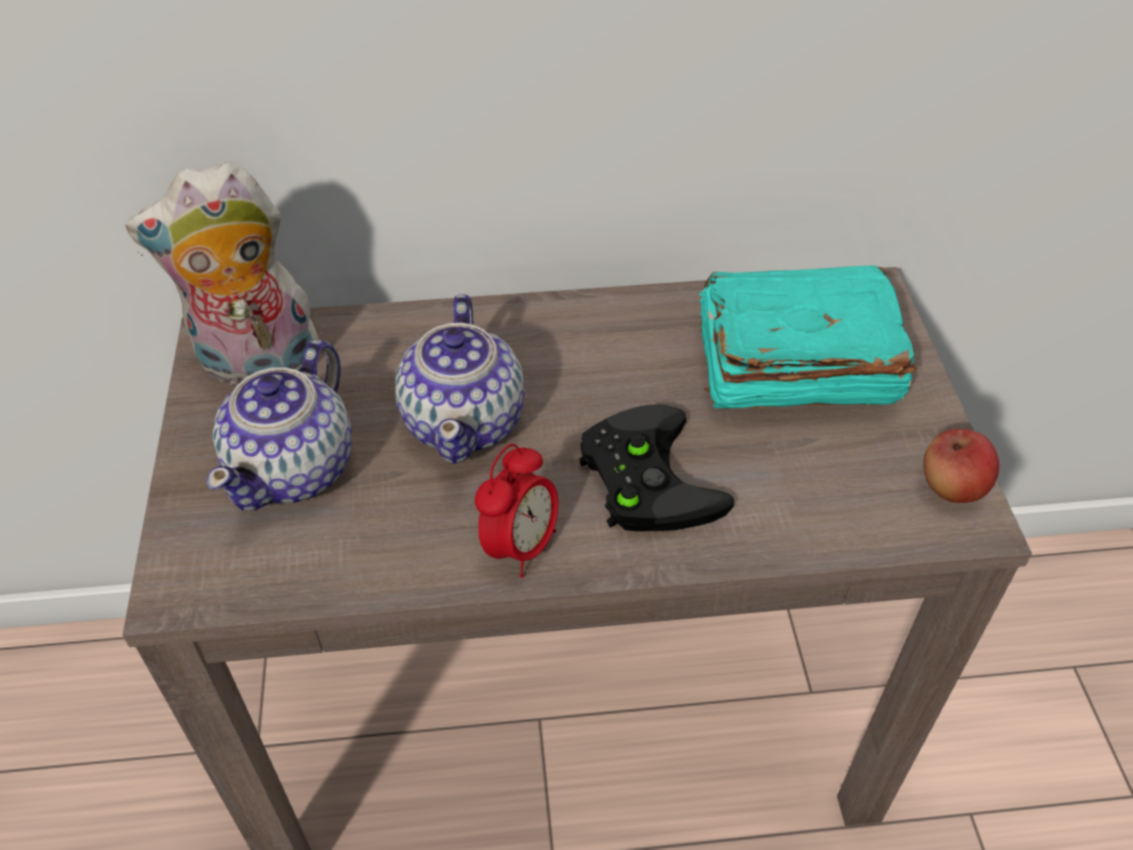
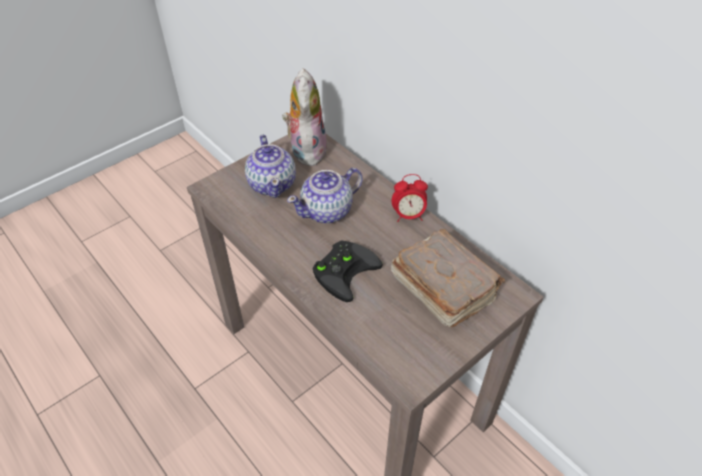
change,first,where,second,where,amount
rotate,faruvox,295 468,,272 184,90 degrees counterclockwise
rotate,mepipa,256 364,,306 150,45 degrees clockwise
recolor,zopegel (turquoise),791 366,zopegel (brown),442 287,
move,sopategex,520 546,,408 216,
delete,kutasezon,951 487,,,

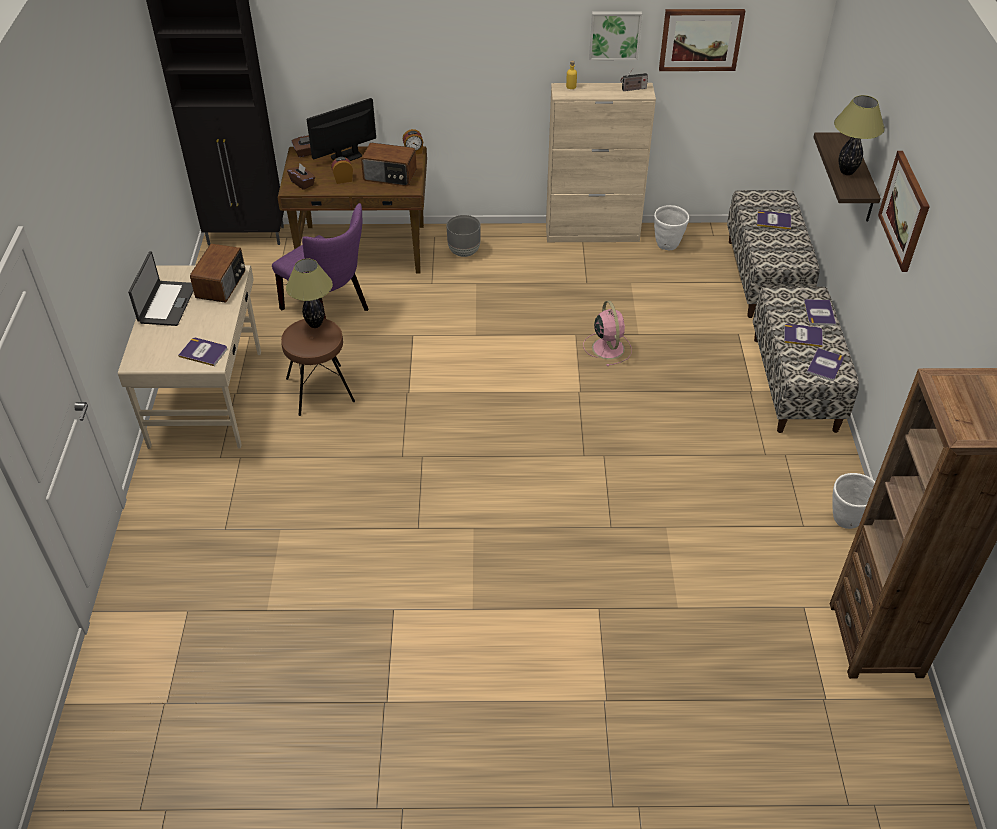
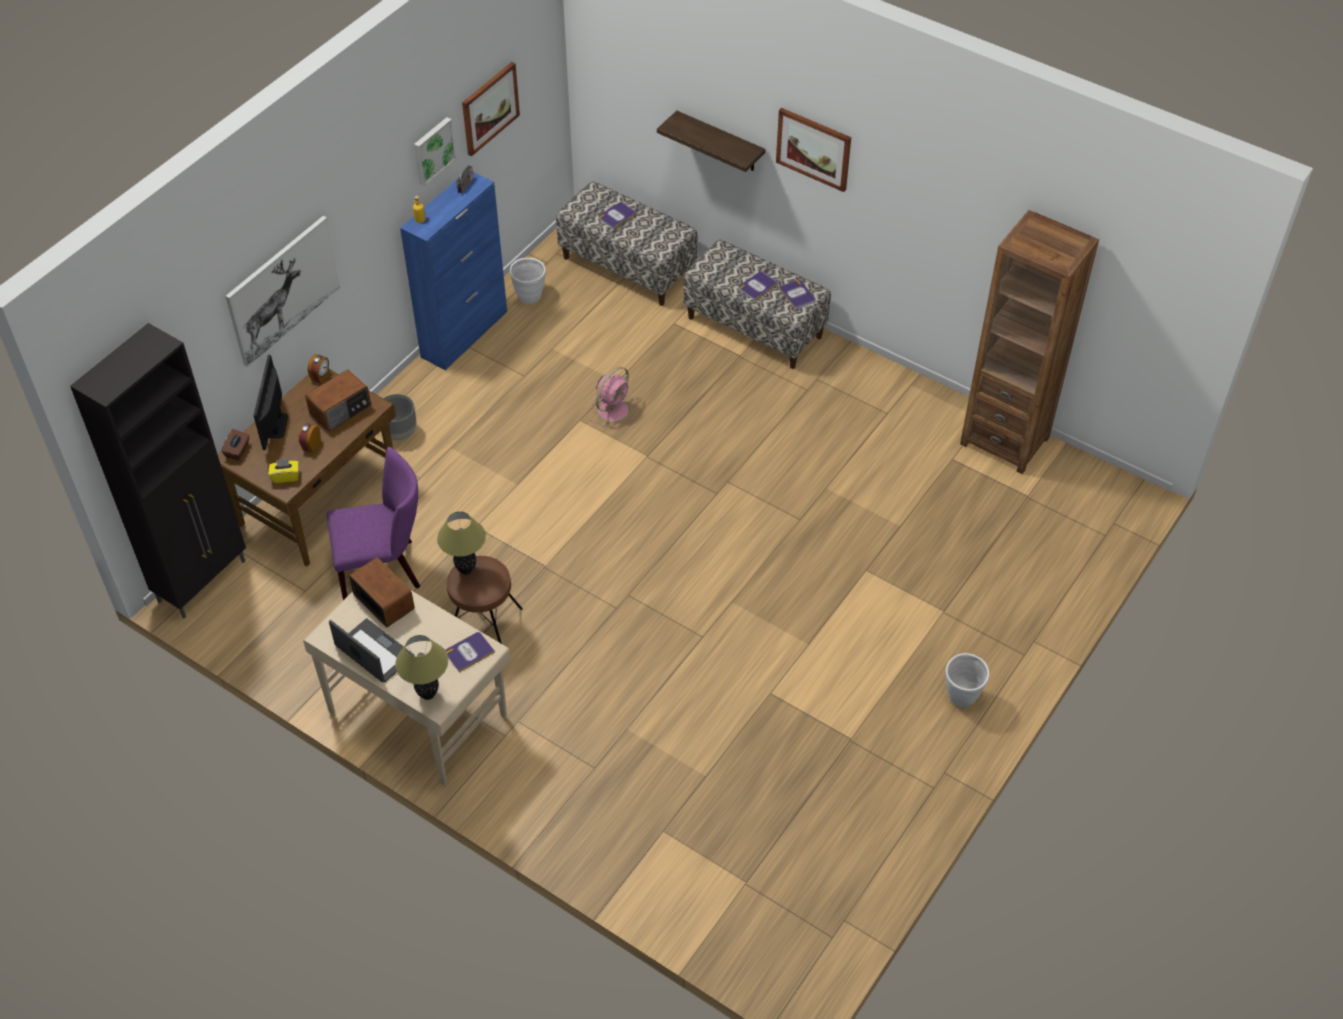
change,first,where,second,where,amount
insert,,,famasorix,283 290,
recolor,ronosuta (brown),302 183,ronosuta (yellow),286 476,
move,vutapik,846 172,,428 694,
recolor,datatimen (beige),593 233,datatimen (blue),465 334,
rotate,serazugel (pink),607 347,,614 409,105 degrees clockwise
move,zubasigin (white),846 519,,961 697,
delete,zopegel,819 313,,,

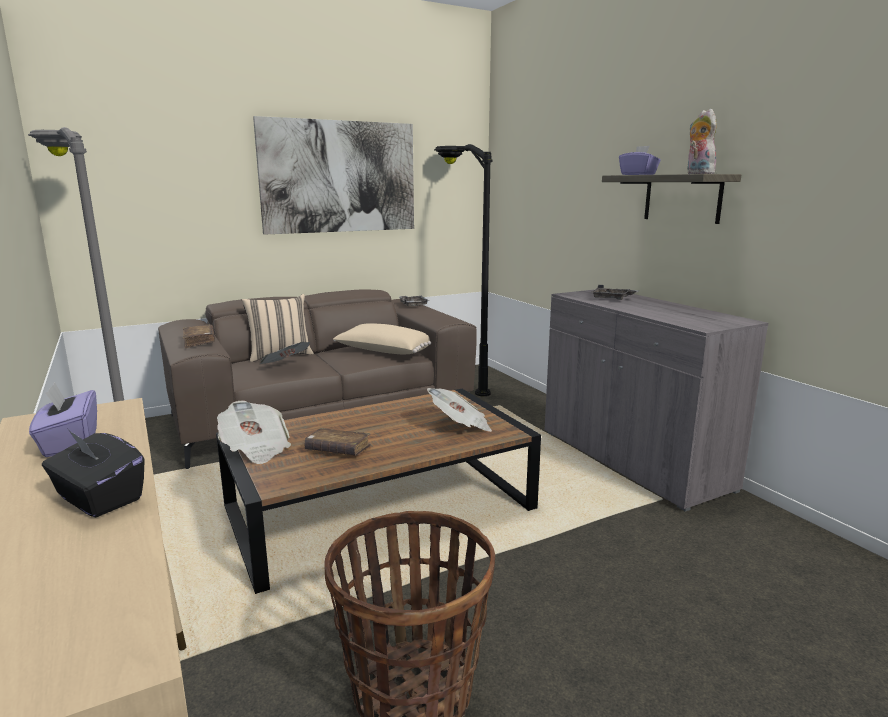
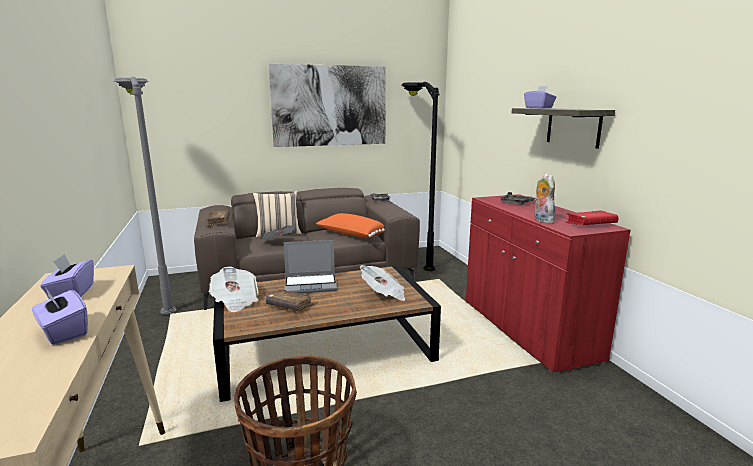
change,first,where,second,where,amount
recolor,ronosuta (black),98 498,ronosuta (purple),63 332,
insert,,,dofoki,311 284,
recolor,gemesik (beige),383 352,gemesik (orange),351 235,
recolor,datatimen (grey),632 459,datatimen (red),527 329,
move,mepipa,697 174,,541 220,
insert,,,zopegel (red),590 224,

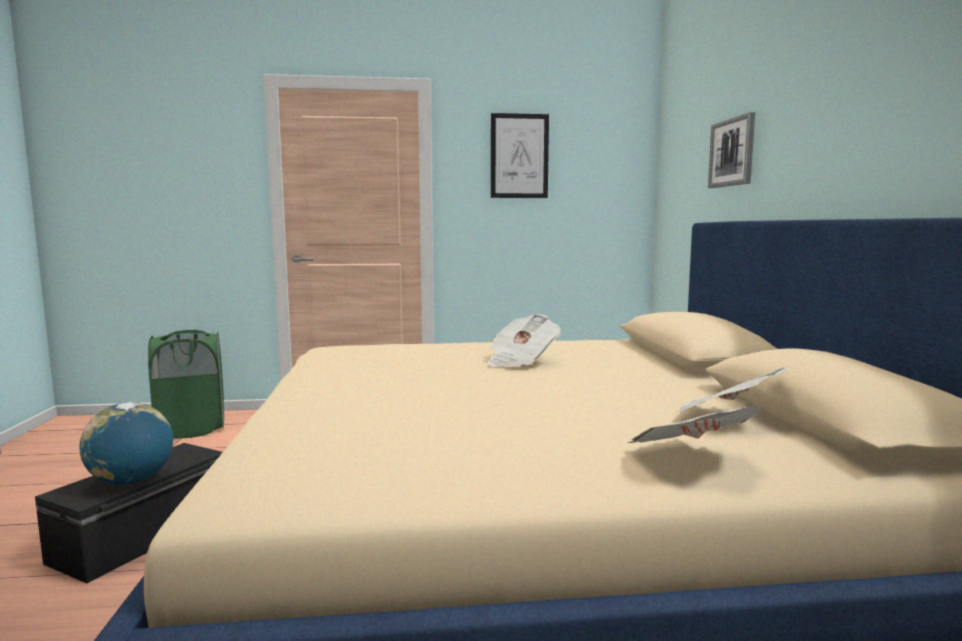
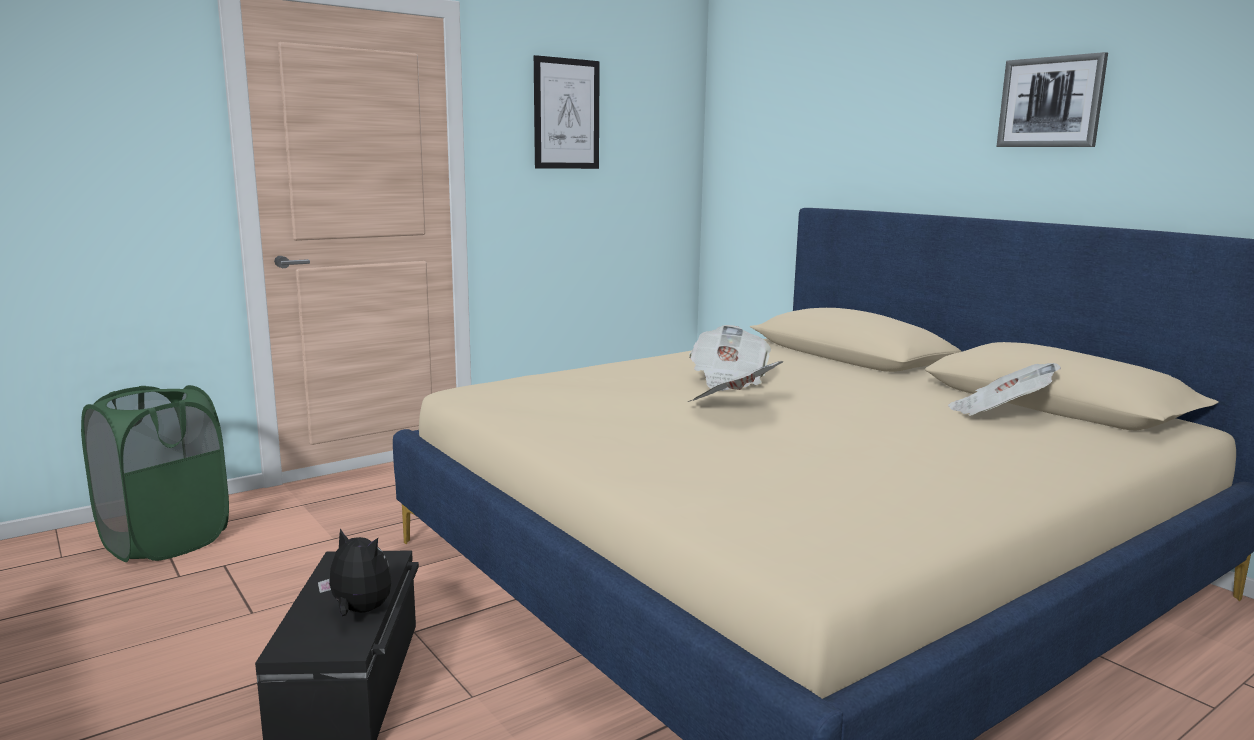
change,first,where,second,where,amount
replace,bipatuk,131 481,mepipa,359 611,
move,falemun,690 459,,733 406,
move,famasorix,732 152,,1051 102,

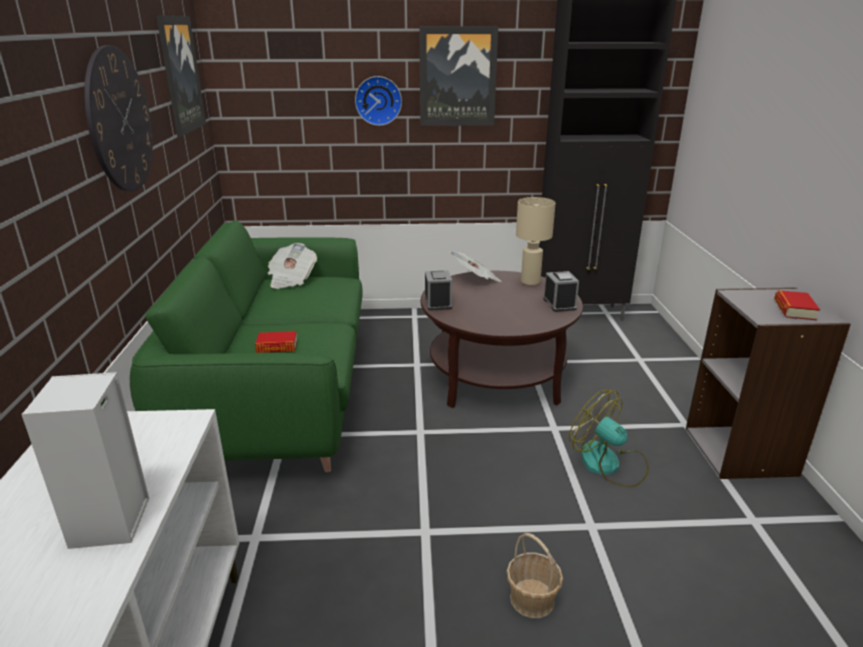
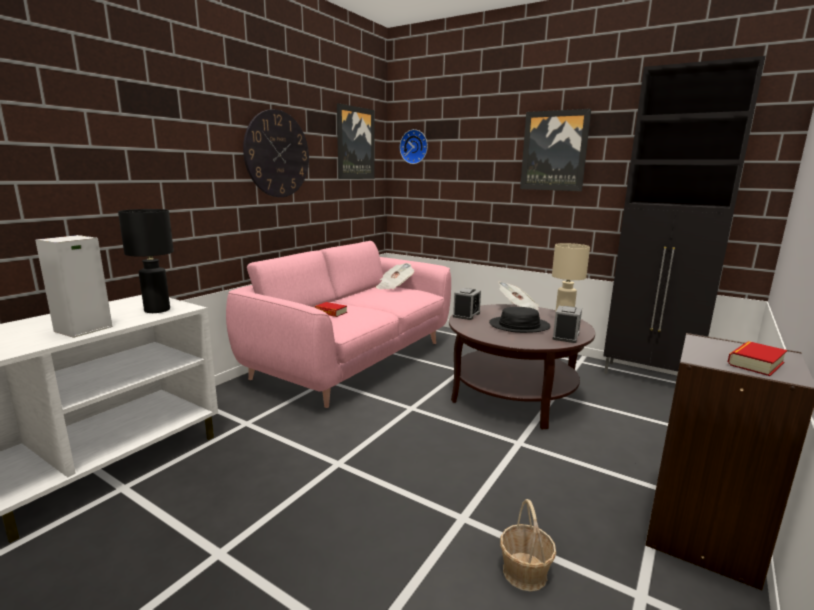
change,first,where,second,where,amount
insert,,,vutapik (black),158 310,
recolor,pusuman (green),279 394,pusuman (pink),352 360,
move,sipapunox,378 100,,414 147,
insert,,,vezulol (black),519 326,
move,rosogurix,532 599,,524 573,
delete,serazugel,609 465,,,

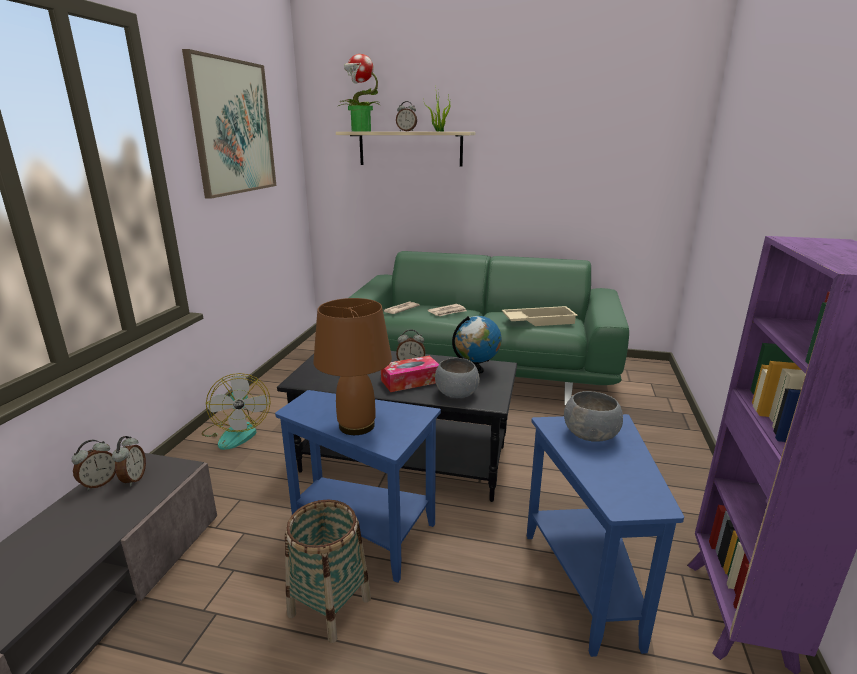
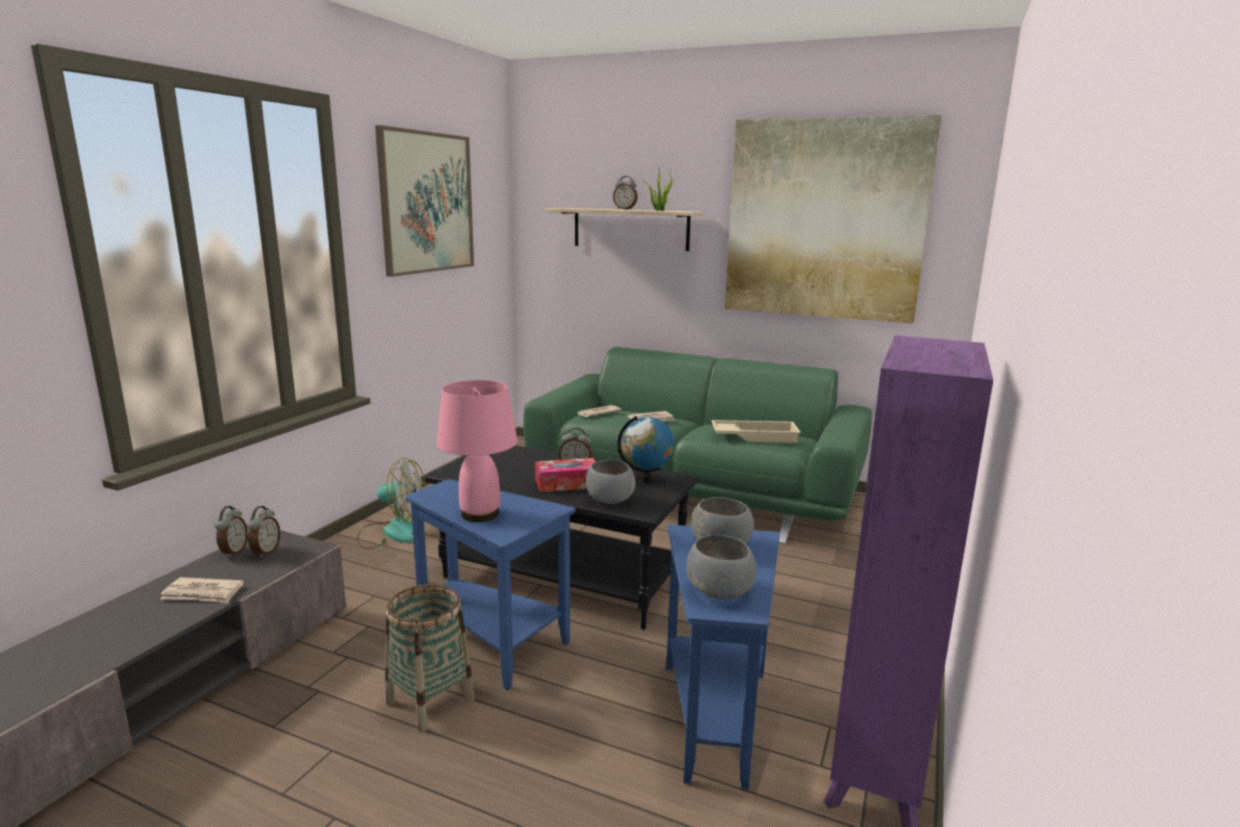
change,first,where,second,where,amount
insert,,,falemun,203 593,
rotate,sopategex,99 483,,233 552,45 degrees counterclockwise
rotate,serazugel,237 432,,392 532,75 degrees counterclockwise
recolor,vutapik (brown),357 426,vutapik (pink),480 514,
insert,,,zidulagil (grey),720 592,
insert,,,famasorix,824 220,
delete,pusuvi,360 131,,,

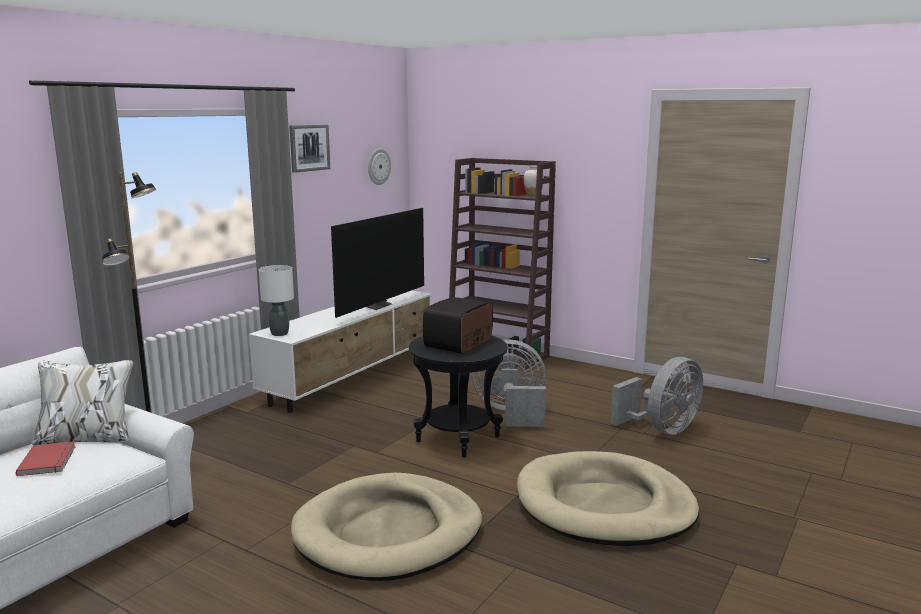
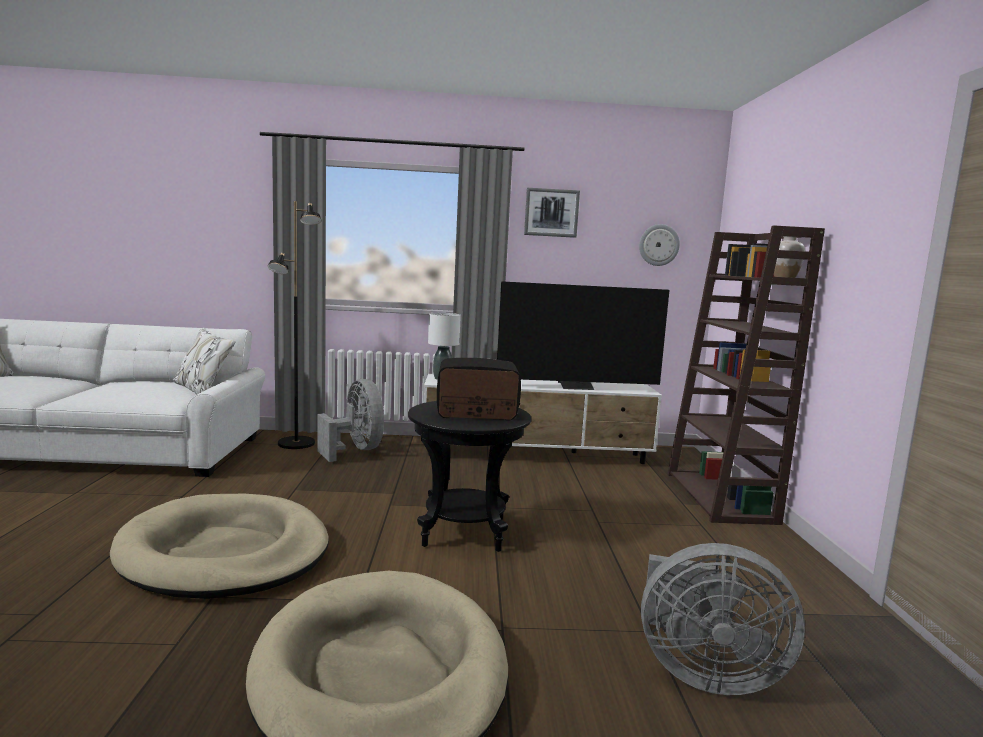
change,first,where,second,where,amount
move,serazugel (grey),511 413,,355 450,
delete,zopegel (red),49 460,,,

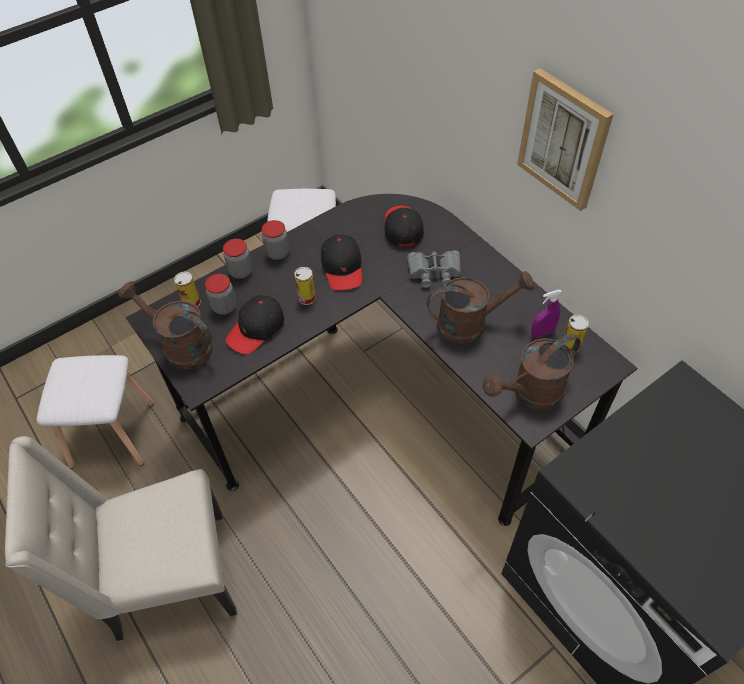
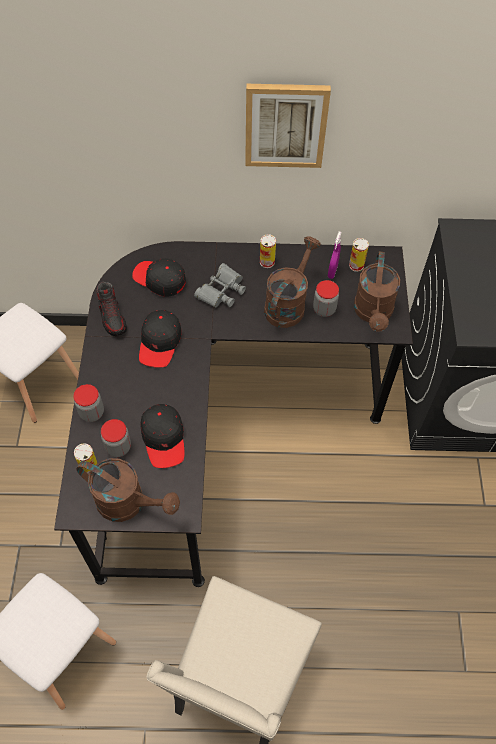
change,first,where,second,where,amount
rotate,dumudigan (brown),180 346,,129 503,135 degrees counterclockwise
insert,,,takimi,112 317,
rotate,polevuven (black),343 268,,160 342,75 degrees clockwise
move,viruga,307 298,,267 262,
move,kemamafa,277 253,,324 309,

